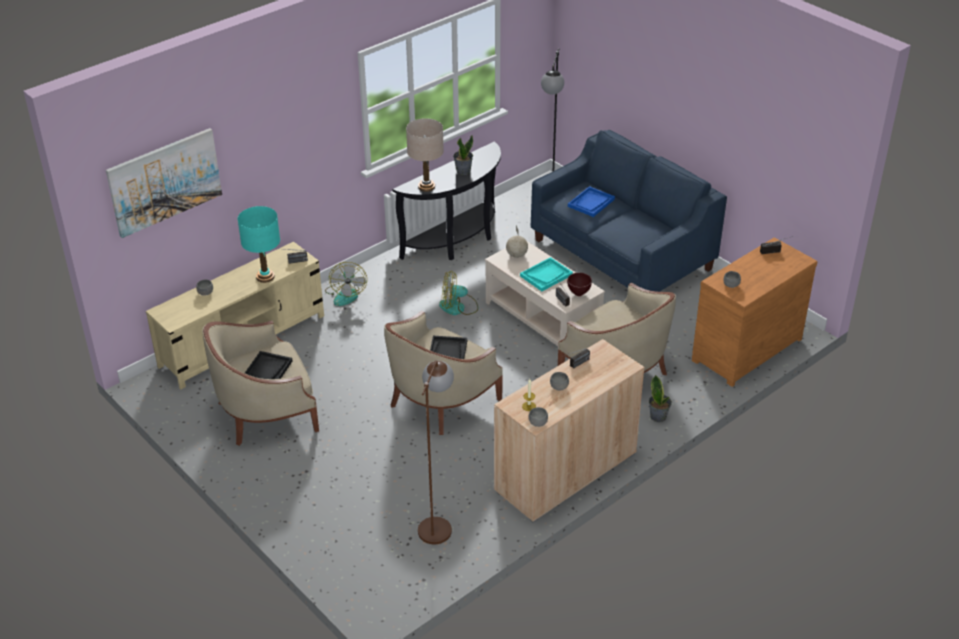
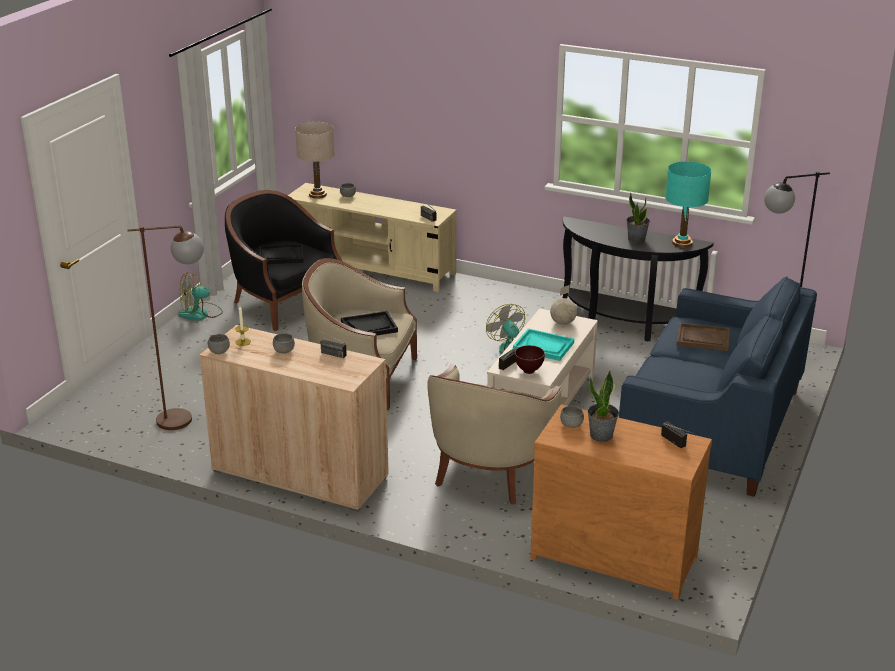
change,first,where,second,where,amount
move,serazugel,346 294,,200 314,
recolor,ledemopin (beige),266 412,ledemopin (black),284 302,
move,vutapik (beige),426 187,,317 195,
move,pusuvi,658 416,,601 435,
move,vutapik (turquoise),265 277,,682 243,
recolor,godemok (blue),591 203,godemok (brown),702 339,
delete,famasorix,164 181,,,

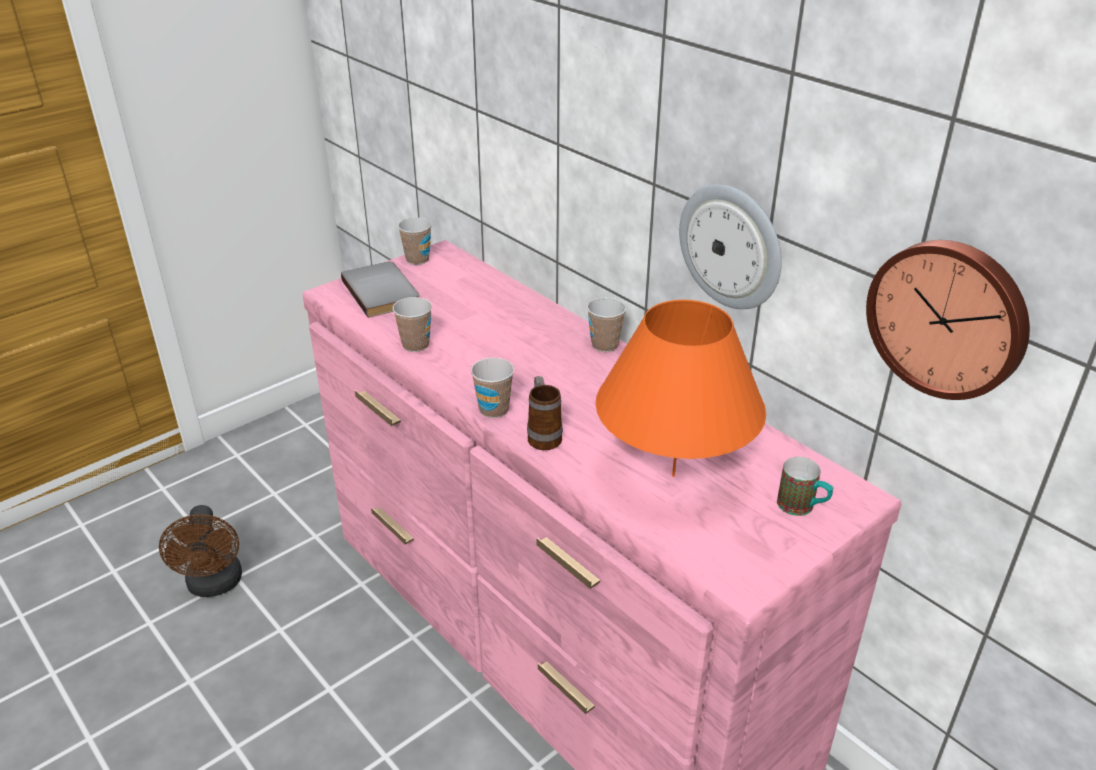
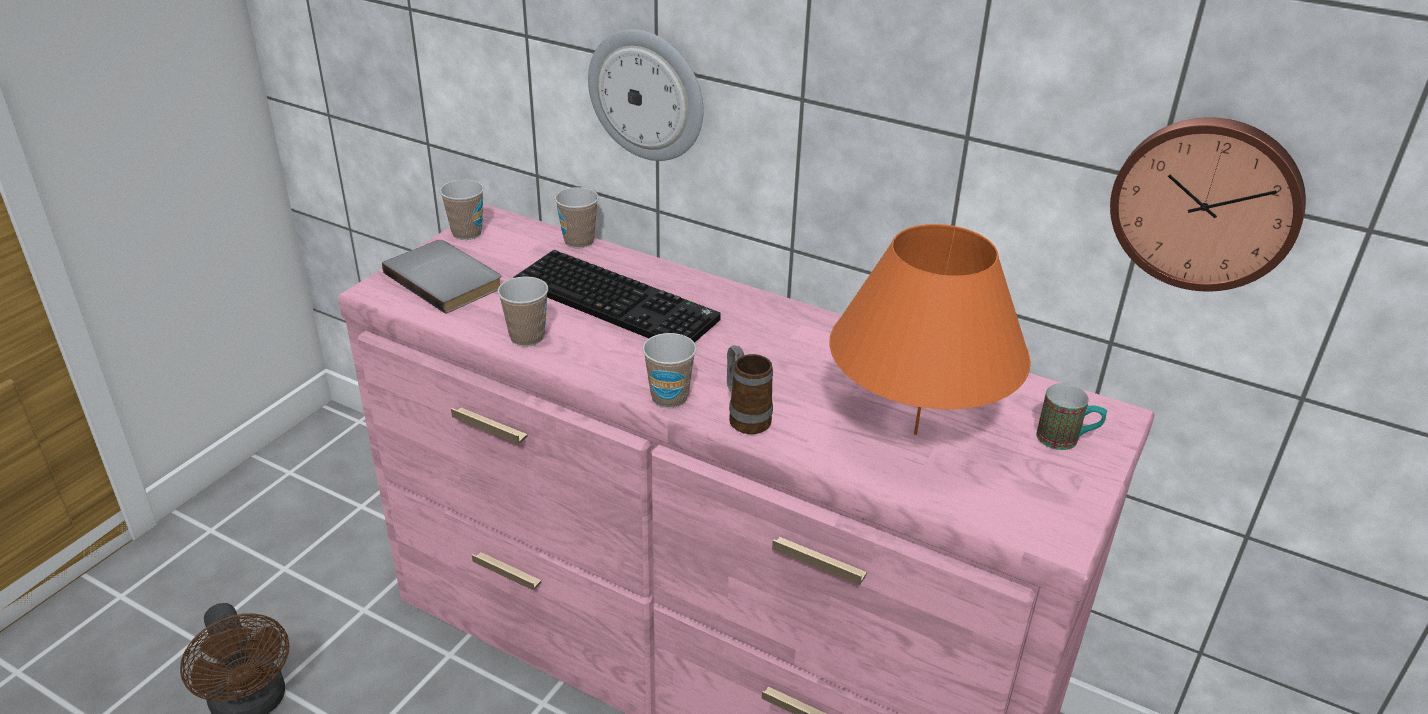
change,first,where,second,where,amount
insert,,,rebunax,619 301,
move,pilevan,605 345,,579 241,
move,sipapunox,731 246,,647 95,

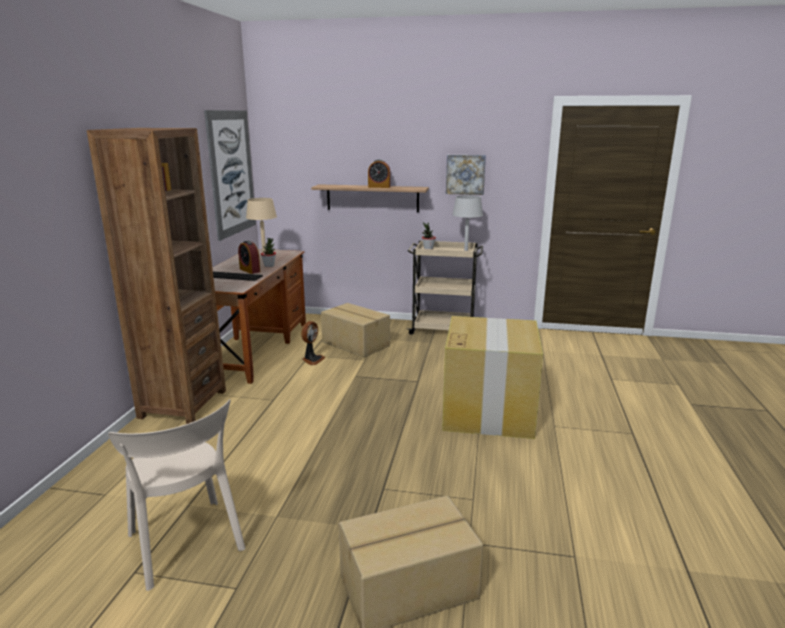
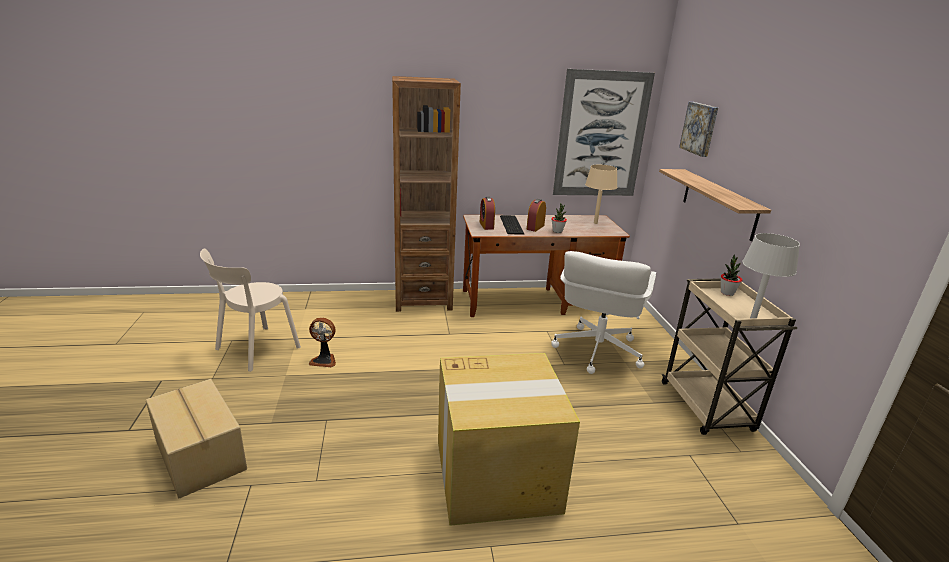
change,first,where,second,where,amount
move,serazugel,312 359,,324 360,
move,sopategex,379 187,,486 225,
replace,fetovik,355 344,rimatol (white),596 351,
move,famasorix,465 174,,700 128,

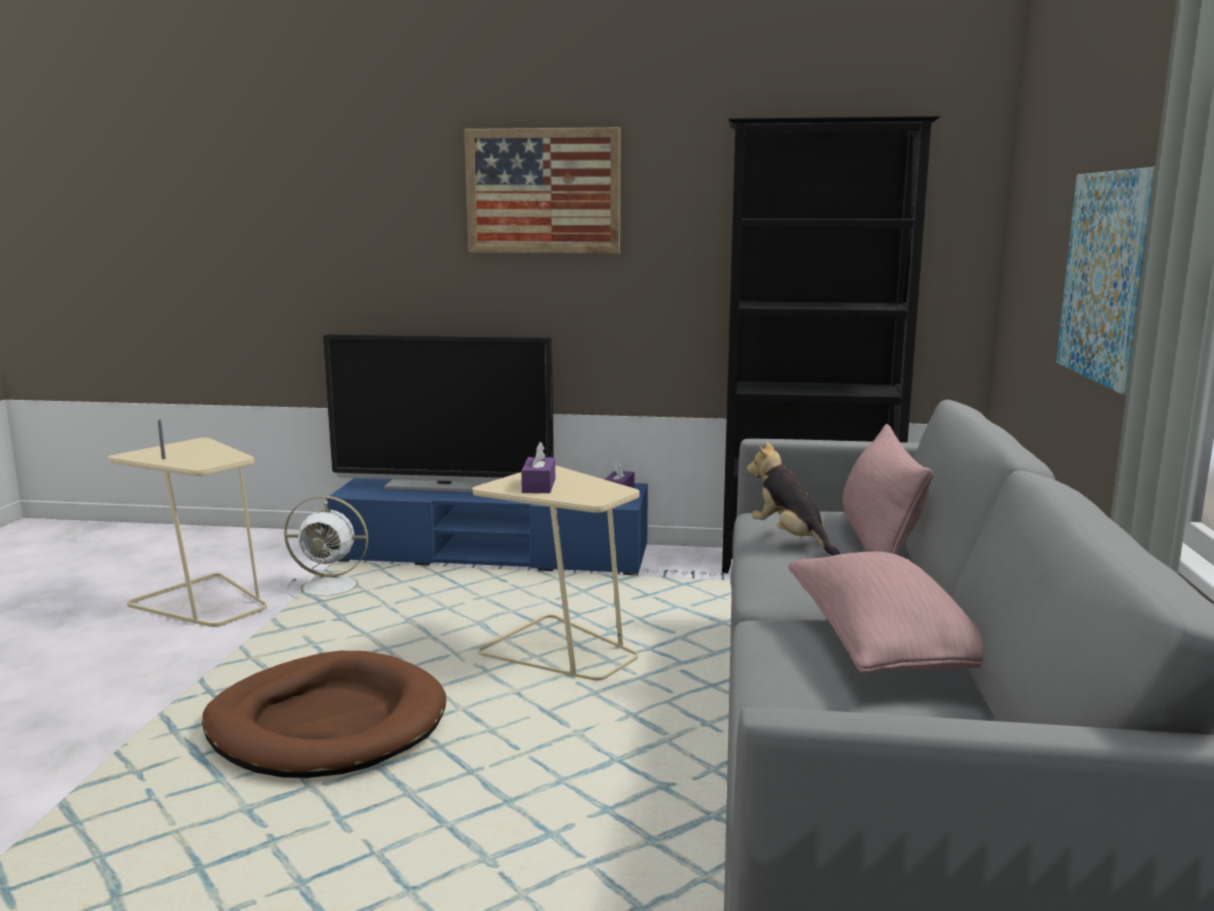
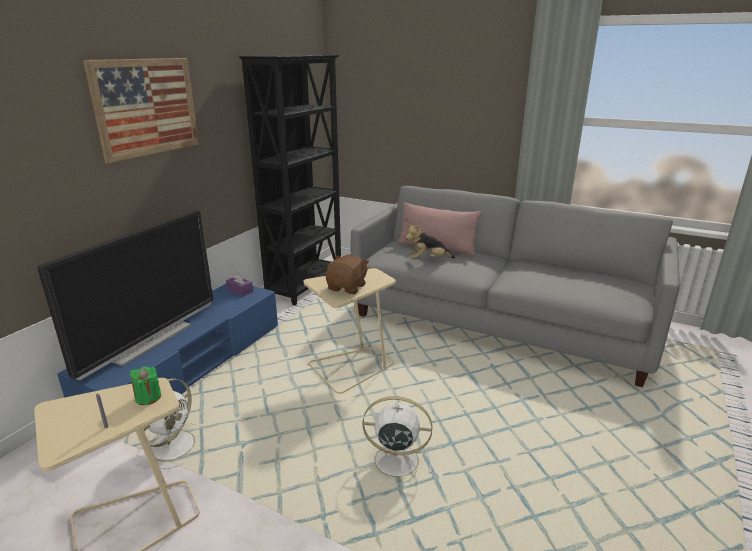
change,first,where,second,where,amount
insert,,,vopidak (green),148 397,
replace,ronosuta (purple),539 486,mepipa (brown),347 288,
replace,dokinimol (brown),327 723,serazugel (white),394 460,
delete,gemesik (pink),884 645,,,
delete,famasorix,1112 276,,,

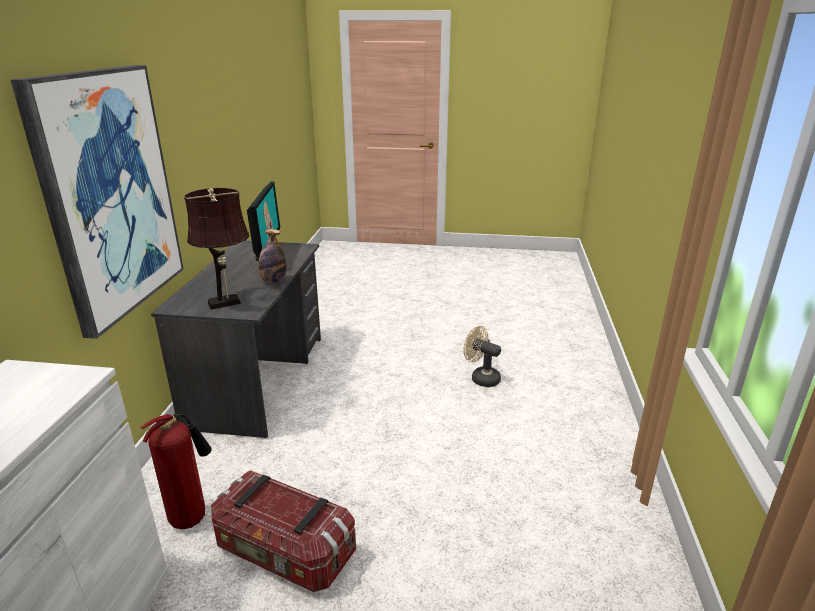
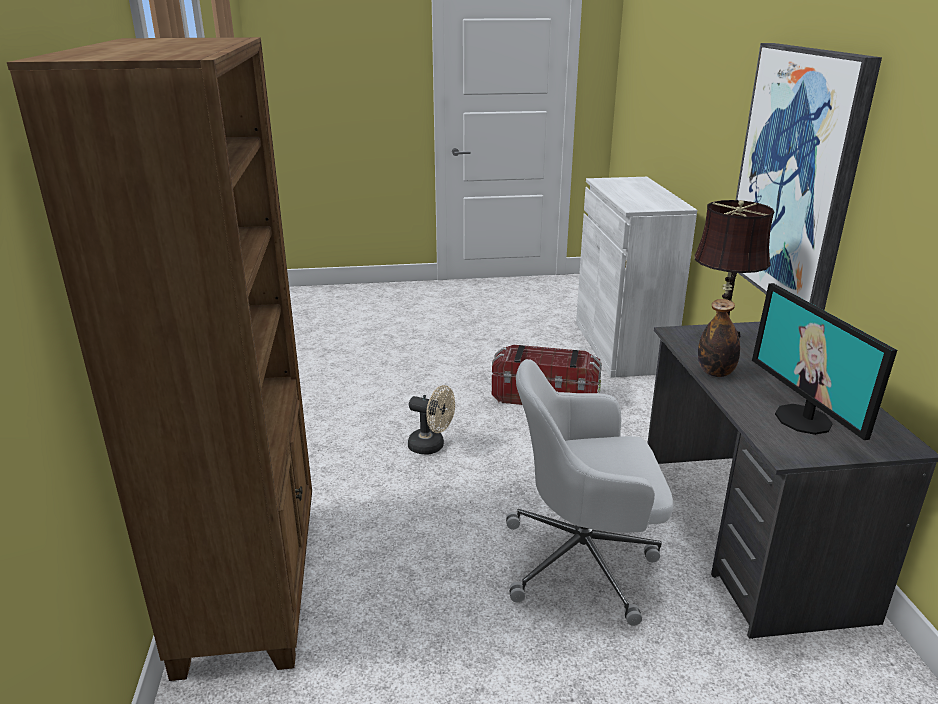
change,first,where,second,where,amount
insert,,,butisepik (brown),252 584,
move,serazugel (beige),481 378,,432 446,
insert,,,rimatol (white),584 561,
delete,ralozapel,191 516,,,

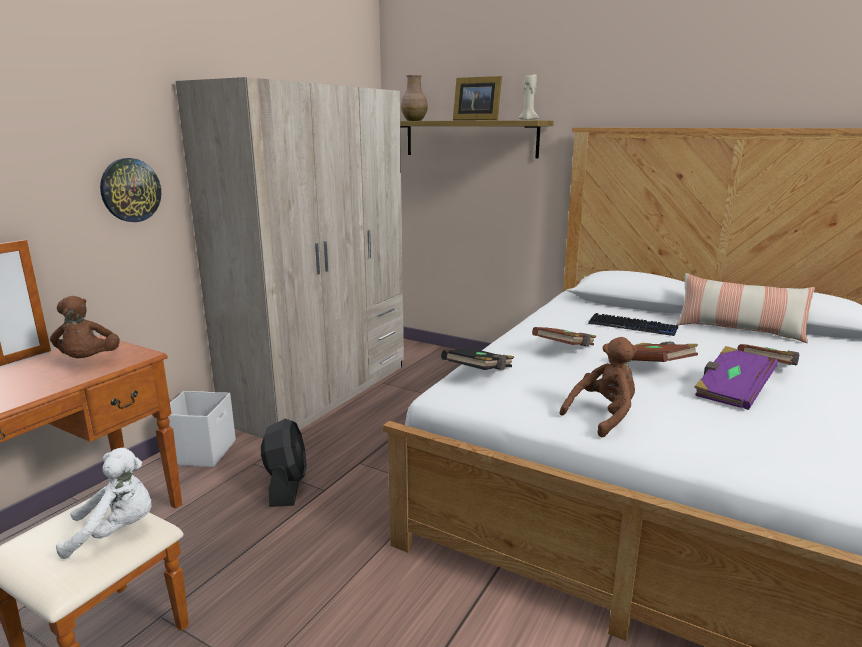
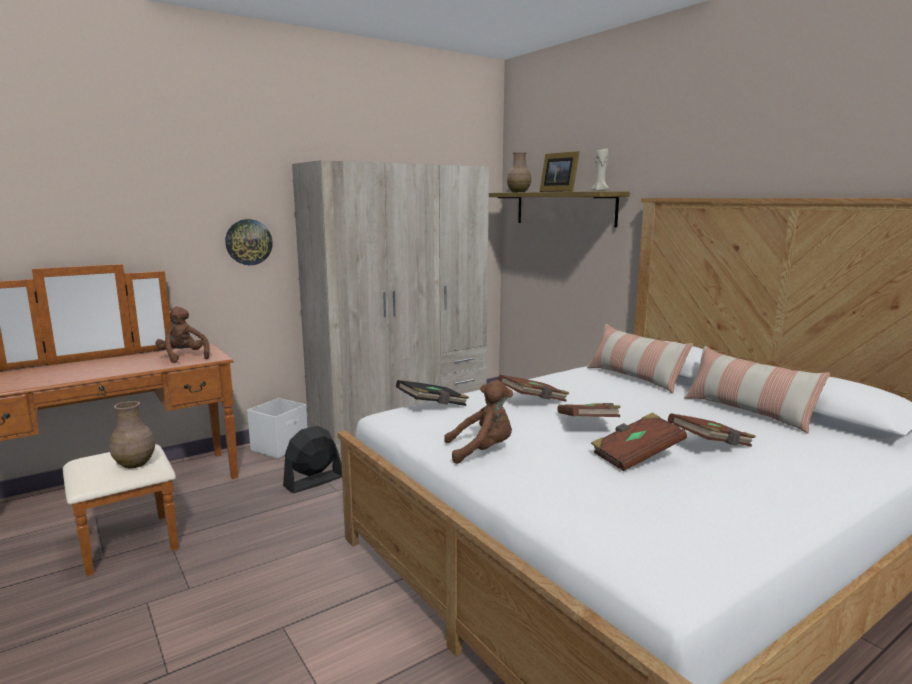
change,first,where,second,where,amount
replace,mepipa (white),116 531,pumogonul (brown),135 464,
rotate,mepipa (brown),88 362,,183 357,135 degrees clockwise
rotate,serazugel (black),286 486,,313 481,150 degrees counterclockwise
insert,,,gemesik,634 378,
recolor,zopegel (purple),731 392,zopegel (brown),635 456,
delete,rebunax,632 326,,,

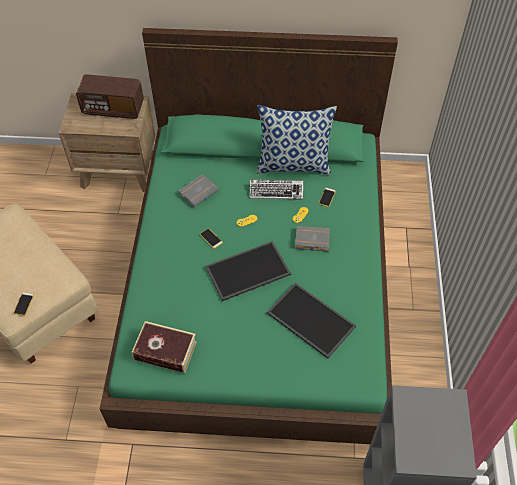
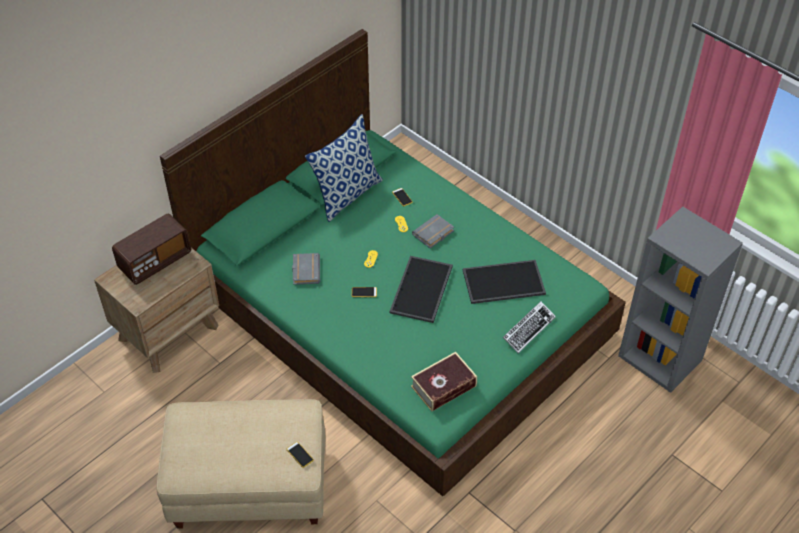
change,first,where,second,where,amount
move,rebunax,276 191,,528 329,

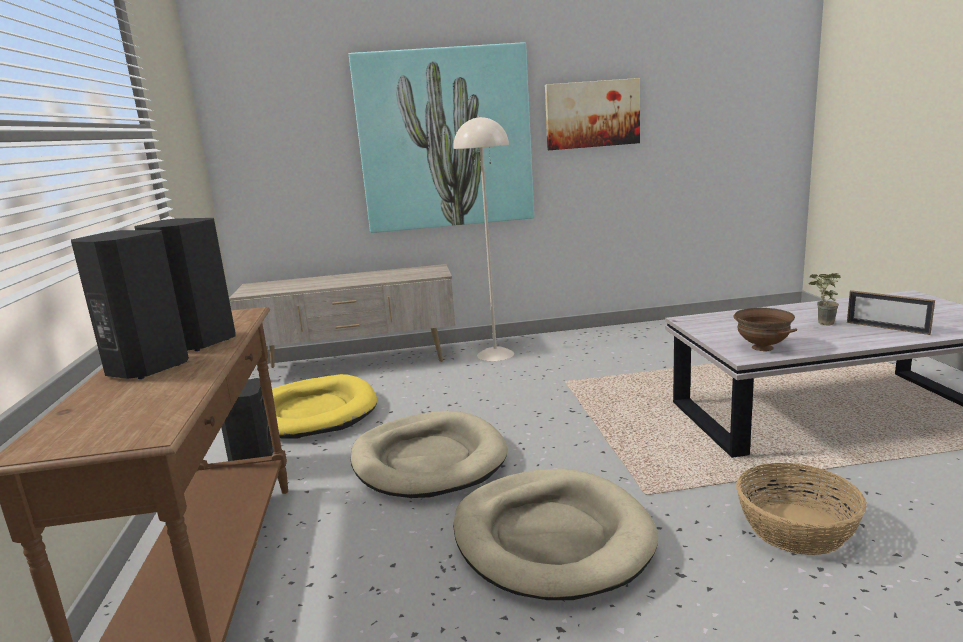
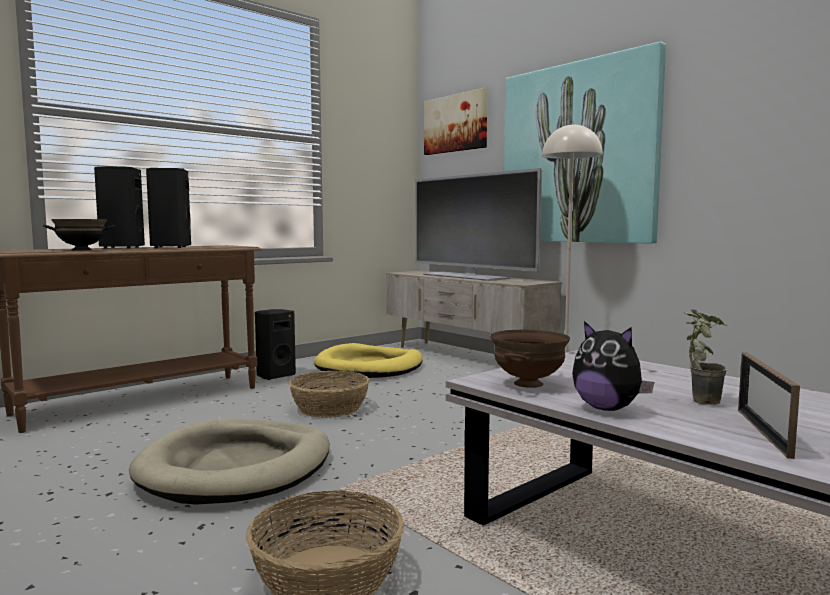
change,first,where,second,where,amount
insert,,,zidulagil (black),82 249,
replace,dokinimol (beige),428 460,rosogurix,330 408,
insert,,,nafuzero,466 276,
move,famasorix,592 114,,455 123,
insert,,,mepipa,607 408,

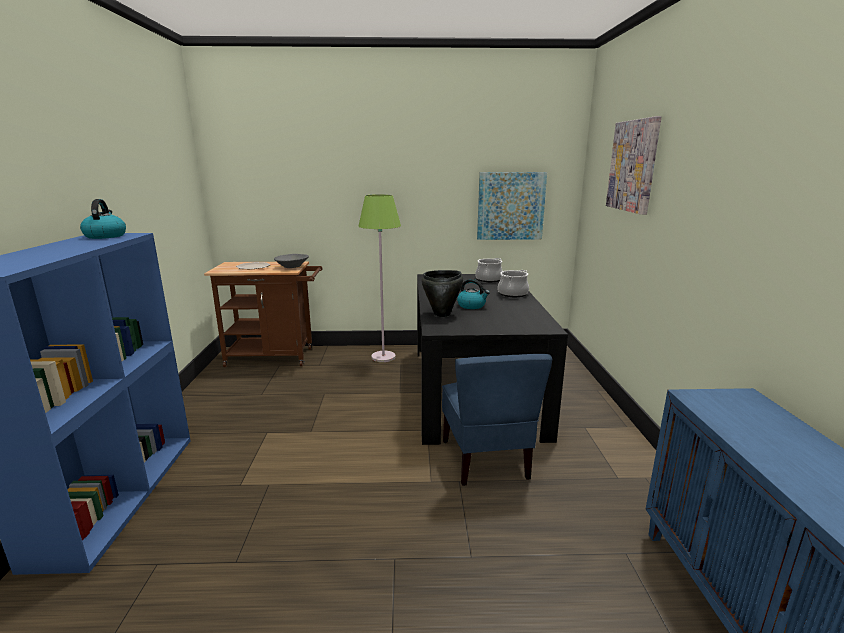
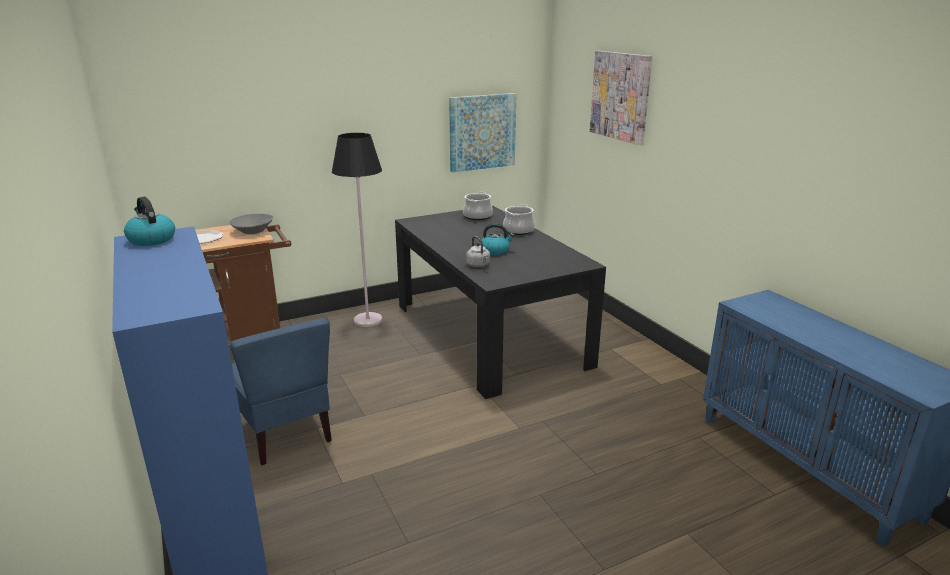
change,first,where,second,where,amount
move,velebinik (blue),486 459,,285 433,
recolor,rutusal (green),383 357,rutusal (black),368 320,
replace,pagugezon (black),442 314,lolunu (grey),479 265,

